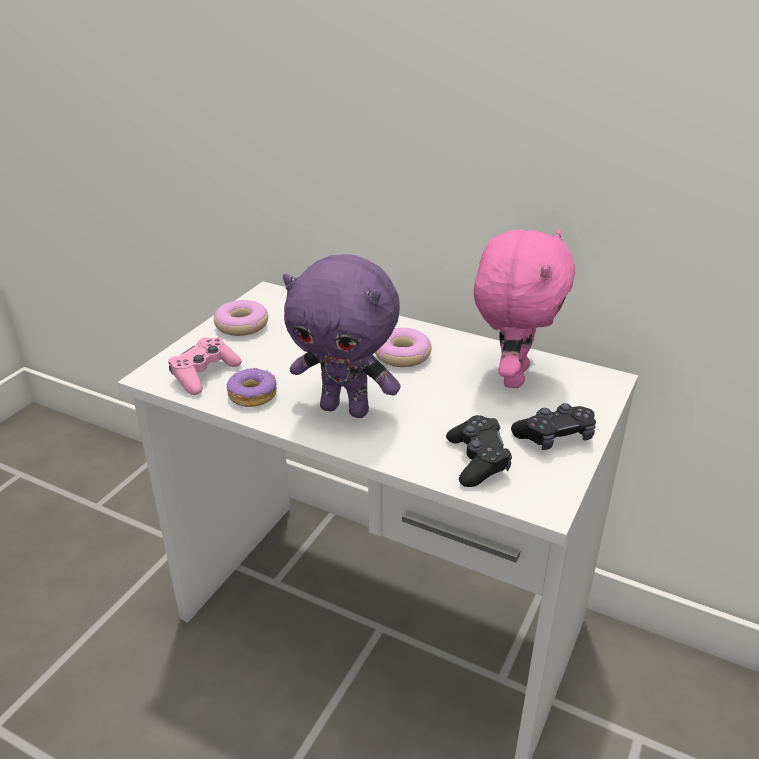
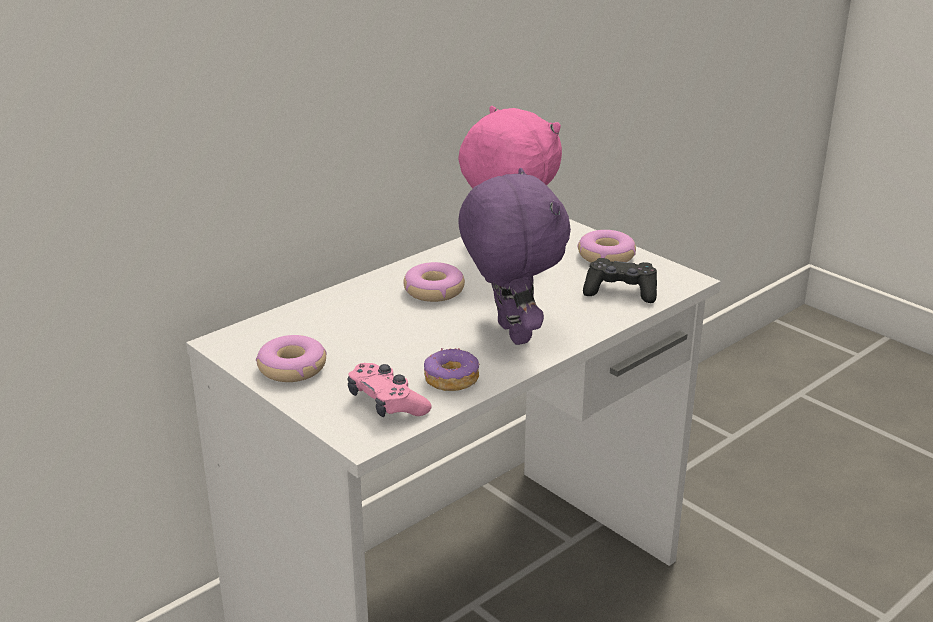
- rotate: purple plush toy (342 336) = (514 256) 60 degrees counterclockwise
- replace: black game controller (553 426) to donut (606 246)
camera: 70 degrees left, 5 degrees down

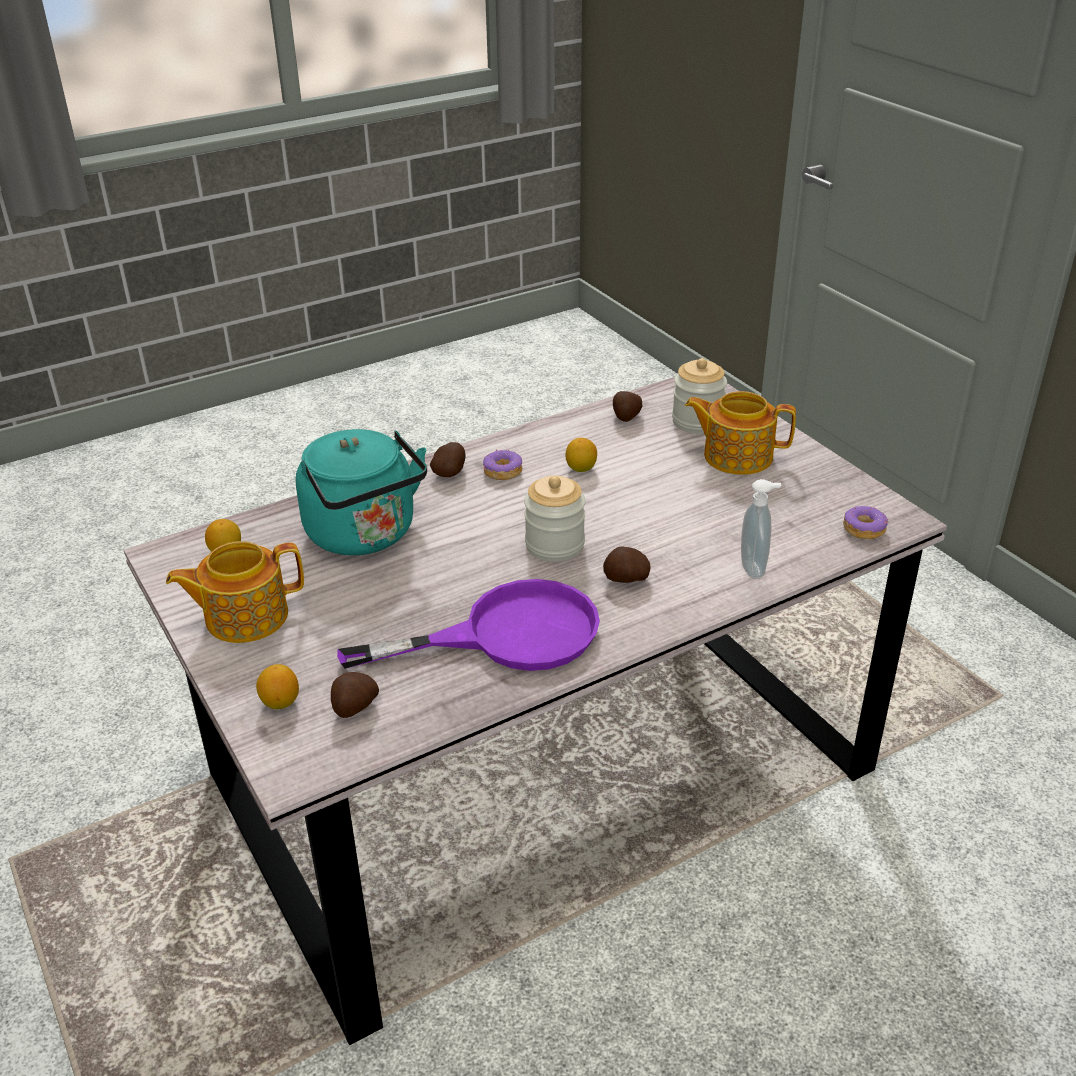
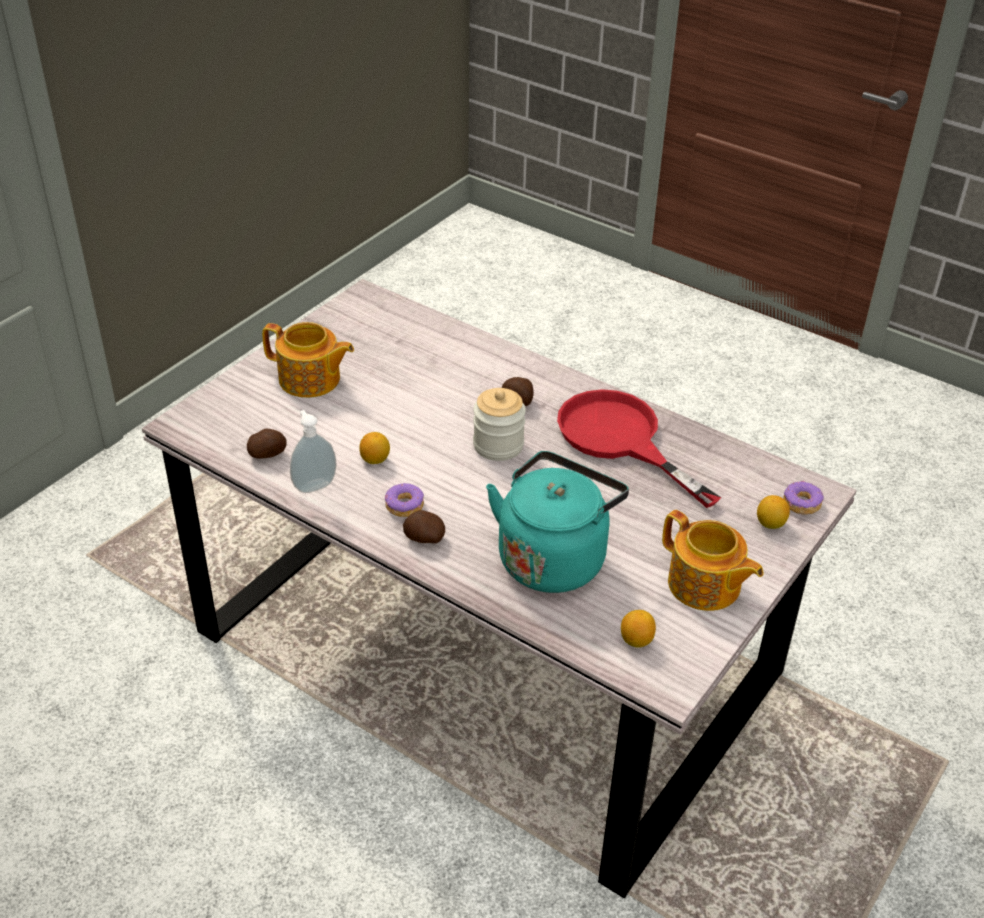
- delete: potato (355 695)
- recolor: purple frying pan (468 625) to red frying pan (639 448)
- delete: jar (699 396)
- rotate: teapot (740 433) = (308 360) 60 degrees counterclockwise
- move: soap dispenser (761 529) to (313 451)
- move: donut (865 522) to (803 498)
camera: 115 degrees left, 5 degrees up

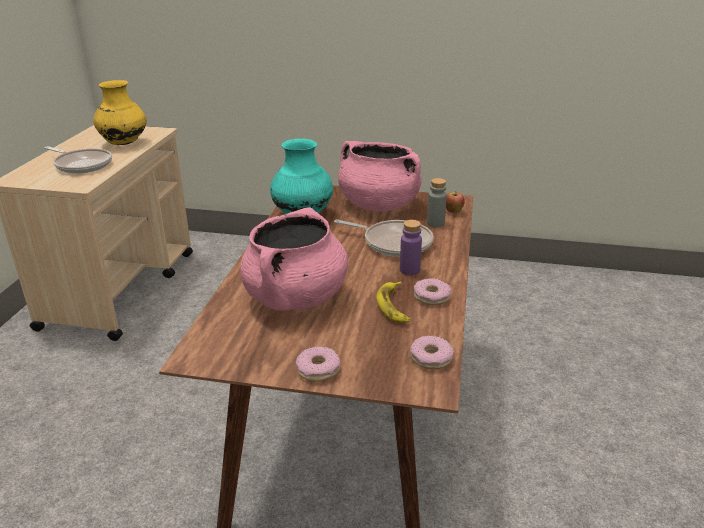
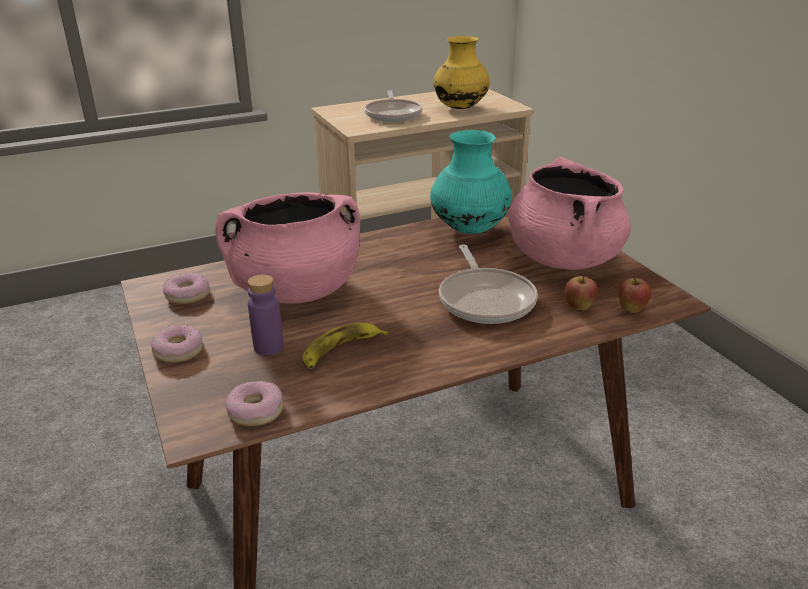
- move: purple bottle (411 247) to (266 314)
- move: donut (433 291) to (186 288)
- replace: grey bottle (437 202) to apple (581 293)
camera: 55 degrees right, 0 degrees up

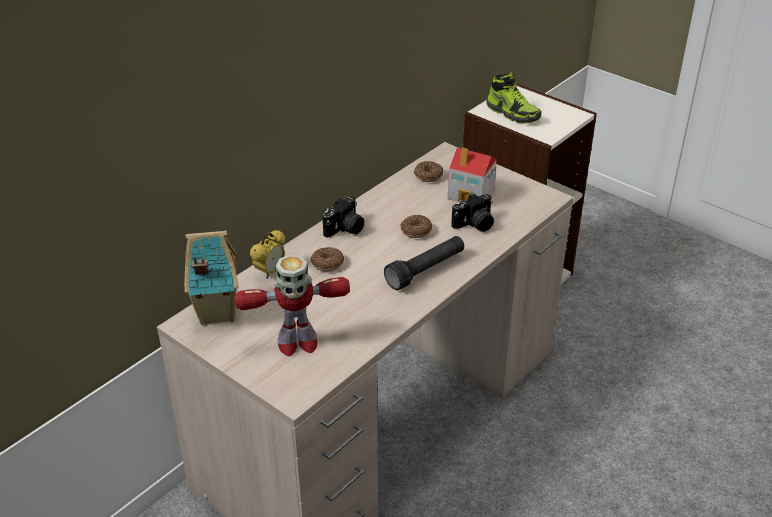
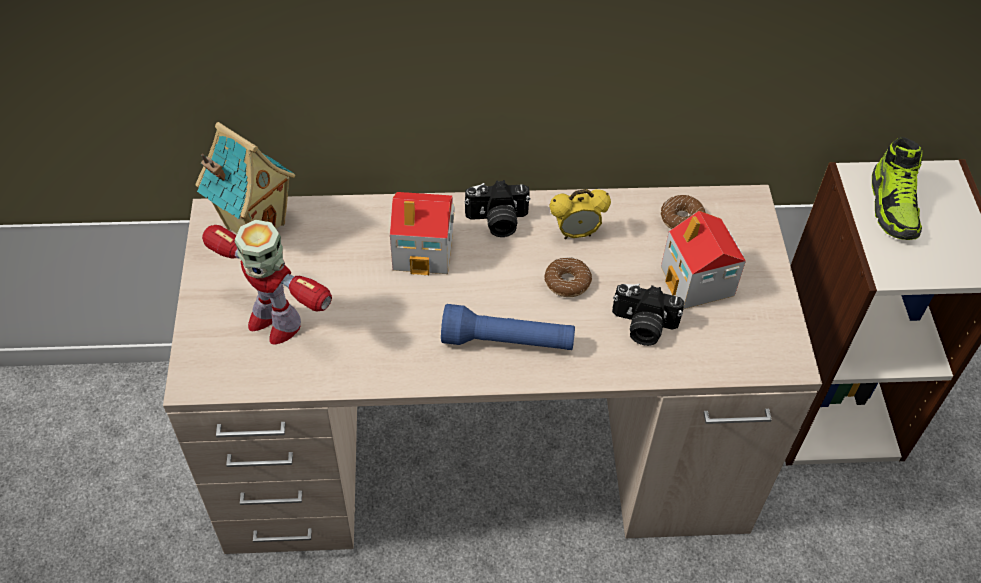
- move: alarm clock (268 254) to (580 214)
- replace: donut (327 259) to toy house (422 233)
- recolor: black flashlight (424 263) to blue flashlight (508 327)
camera: 45 degrees right, 15 degrees up

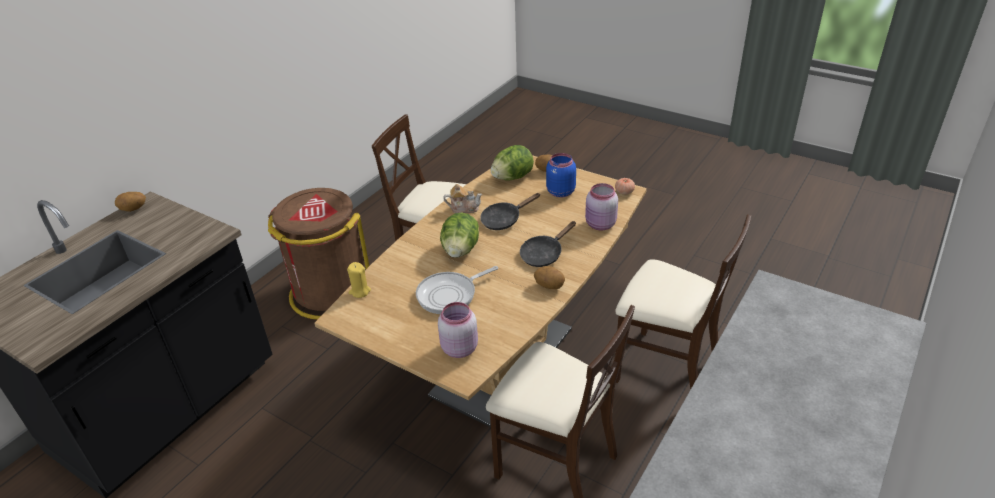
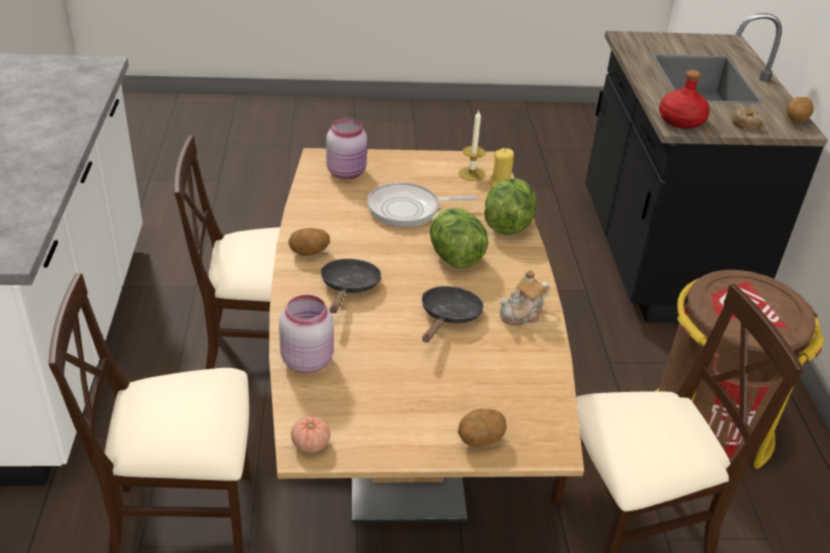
- rotate: frying pan (457 290) = (422 204) 120 degrees counterclockwise
- move: lettuce (512 163) to (510 206)
- delete: blue jar (561 175)
- insert: candle (472 145)
- insert: red bottle (684 99)
- insert: donut (747 118)
camera: 140 degrees right, 0 degrees up

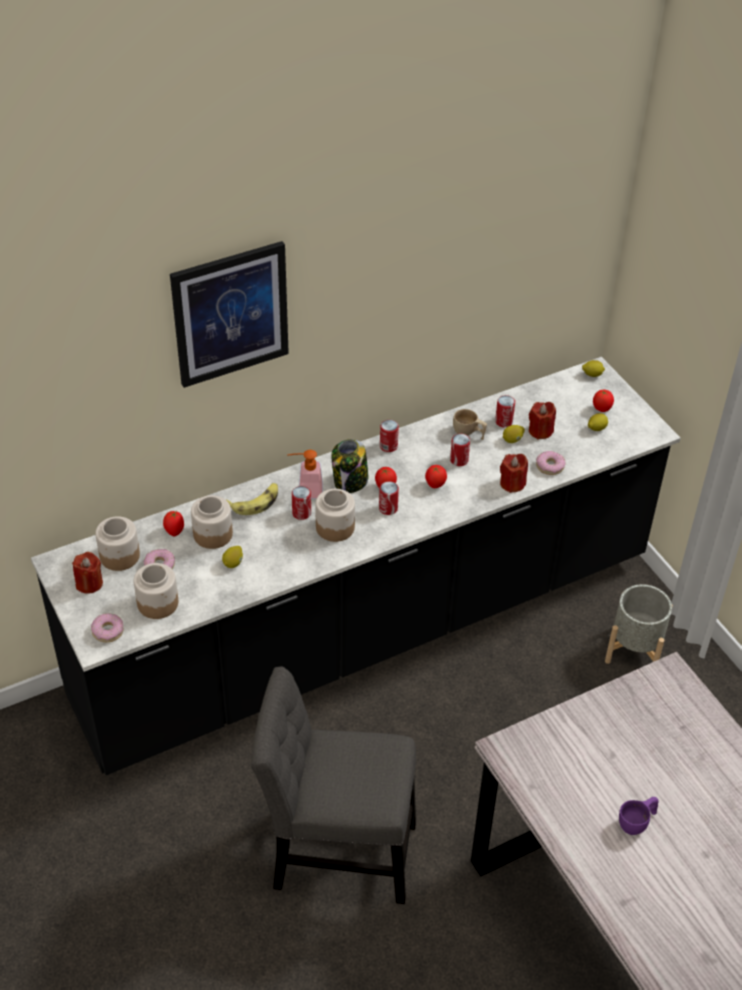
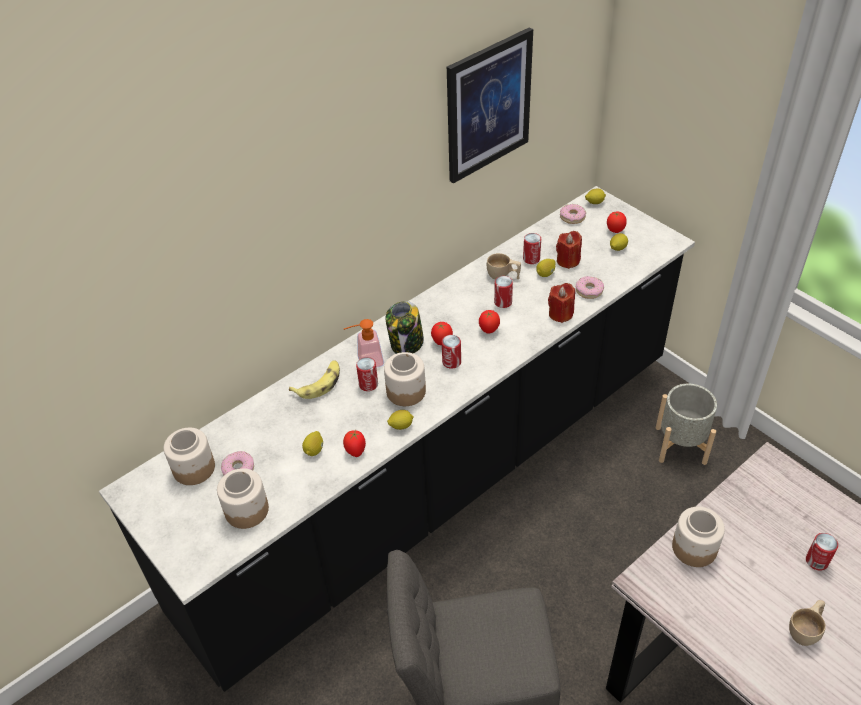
- delete: red candle (87 573)
- move: donut (107 627) to (573 214)
- move: tomato (173 523) to (354 443)
- move: picture (229 314) to (490 105)
- move: jar (212 522) to (698 537)
- move: can (389 436) to (822 551)
- recolor: purple cup (638 816) to beige cup (807 623)
- insert: lemon (400 420)
camera: 10 degrees left, 0 degrees up

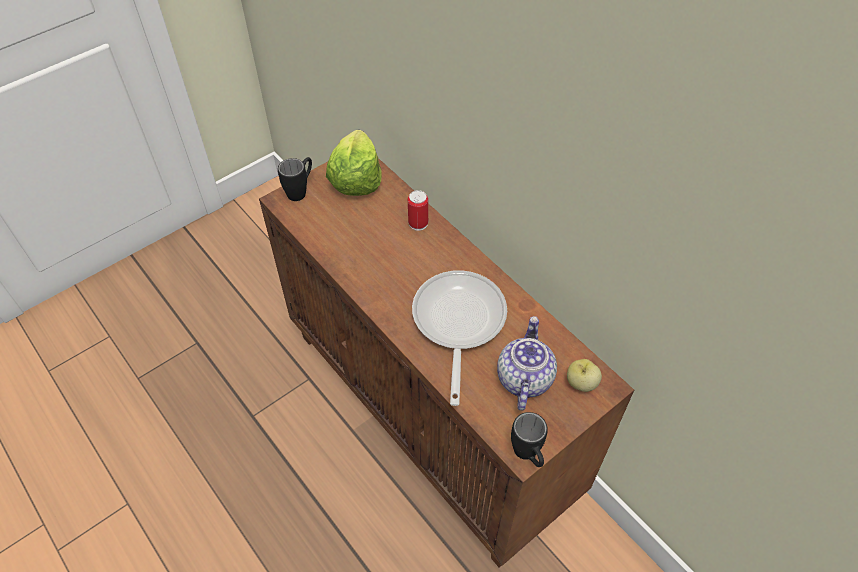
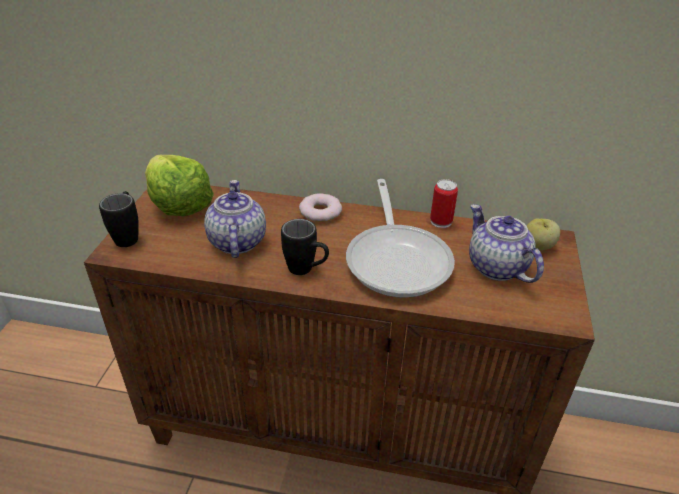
- move: can (418 210) to (444 203)
- rotate: frying pan (459 338) = (400 238) 150 degrees counterclockwise
- move: black mug (529 439) to (305 247)
- insert: teapot (235 219)
- insert: donut (320 207)
camera: 40 degrees left, 15 degrees down

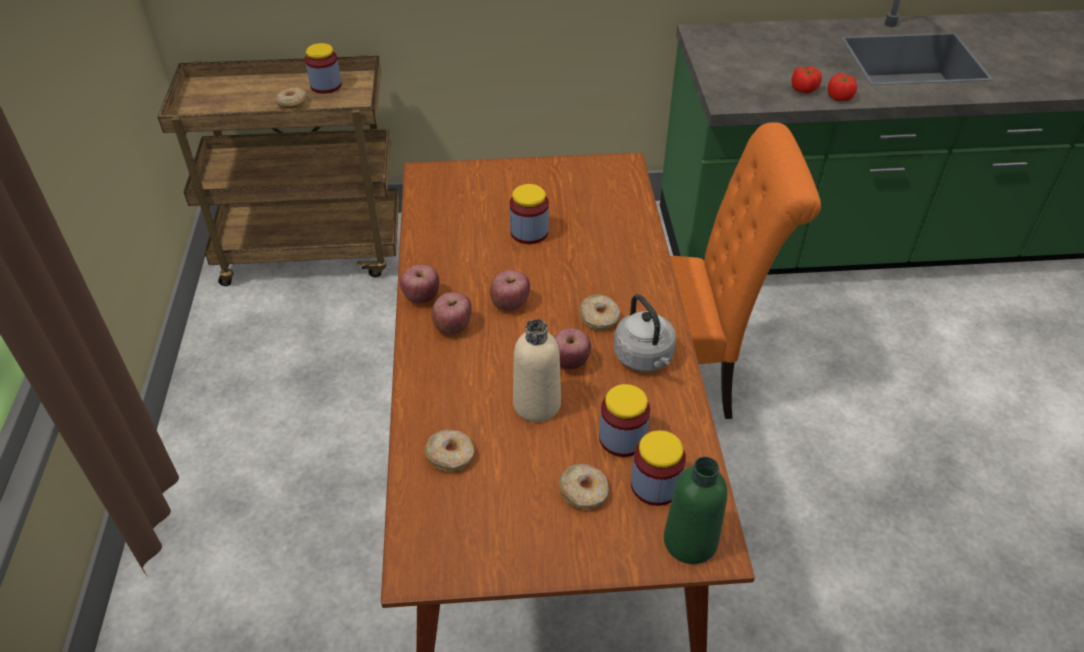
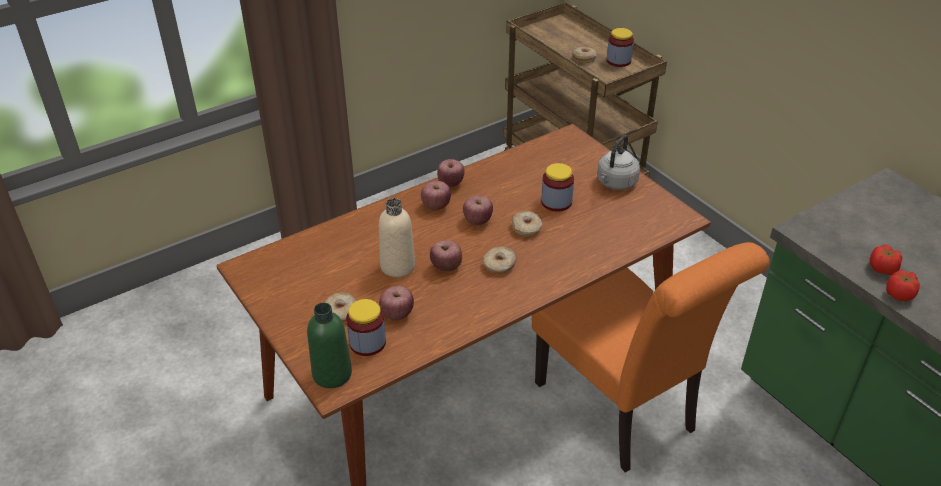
- move: donut (449 450) to (527 224)
- replace: jar (624 420) to apple (396 303)
- move: grey kettle (645 332) to (618 162)
camera: 60 degrees right, 5 degrees down

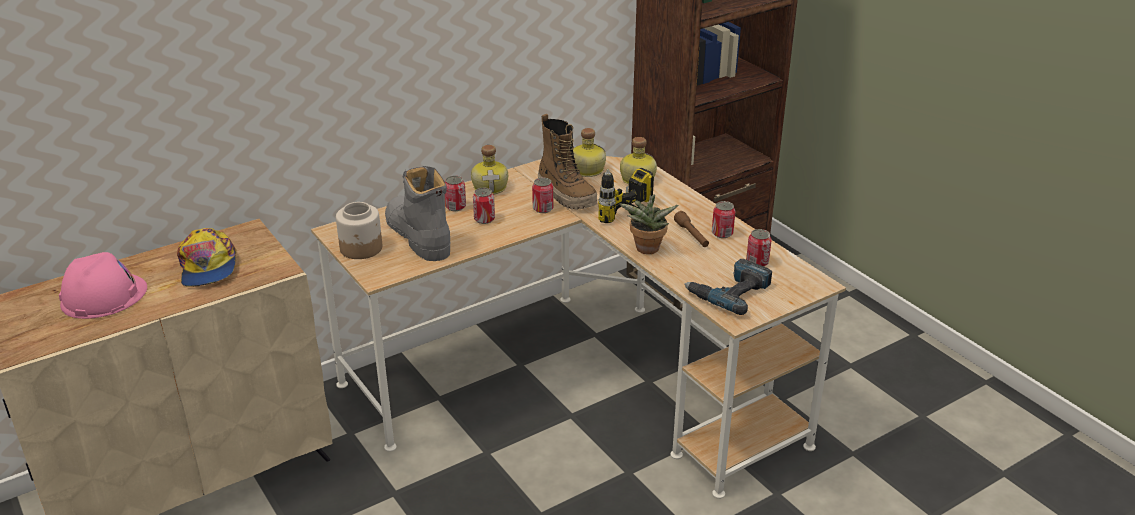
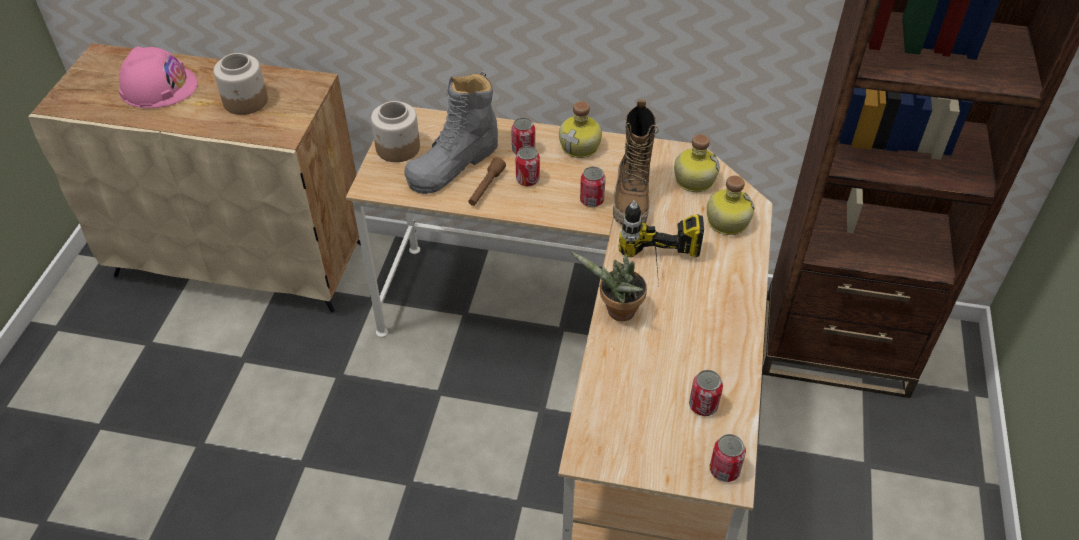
- replace: cap (206 257) to jar (241 84)
- rotate: grey boot (417 213) = (451 133) 150 degrees counterclockwise
- move: brown flashlight (691 229) to (487 181)
- delete: power drill (728 287)
- move: can (723 219) to (728 458)
camera: 45 degrees right, 15 degrees up

